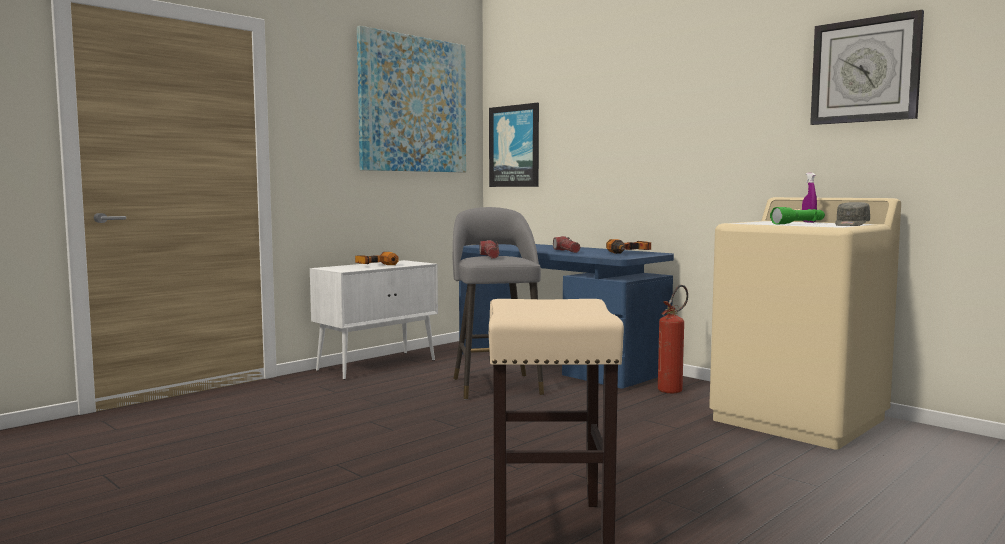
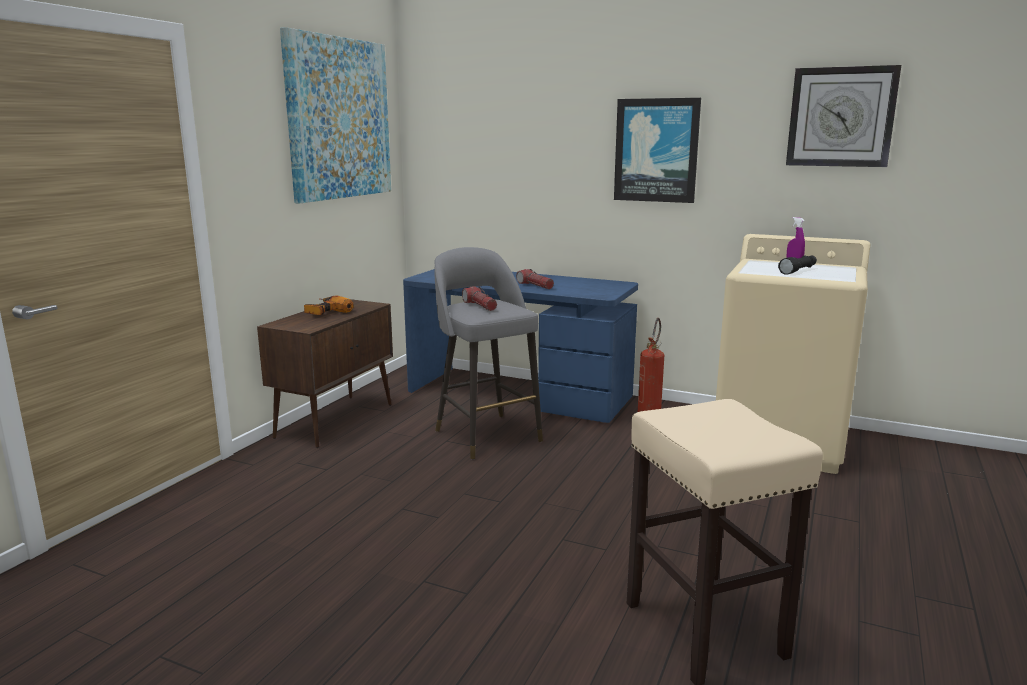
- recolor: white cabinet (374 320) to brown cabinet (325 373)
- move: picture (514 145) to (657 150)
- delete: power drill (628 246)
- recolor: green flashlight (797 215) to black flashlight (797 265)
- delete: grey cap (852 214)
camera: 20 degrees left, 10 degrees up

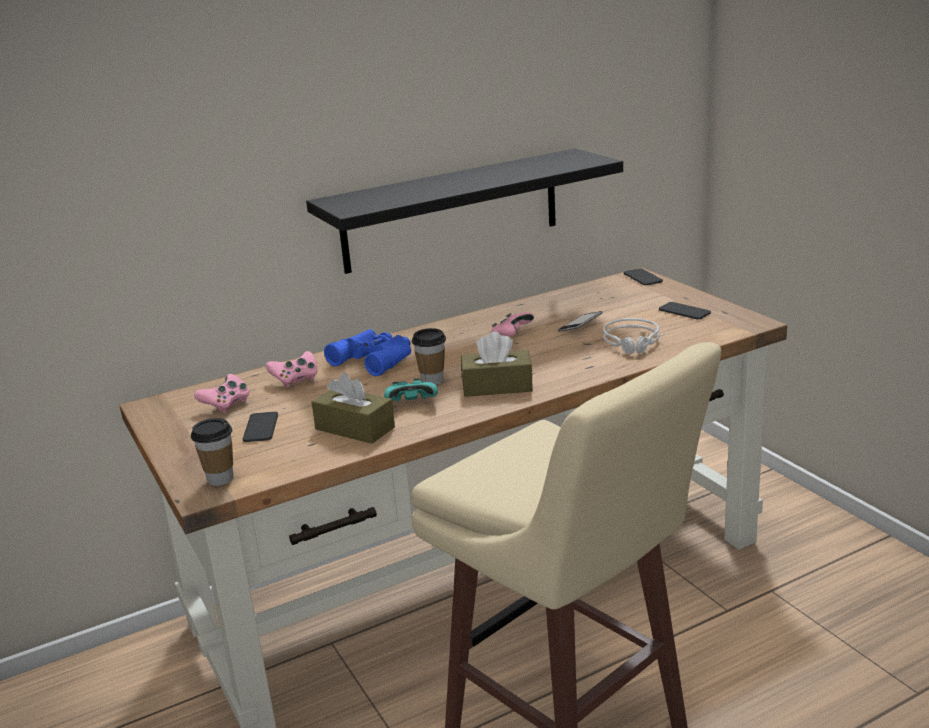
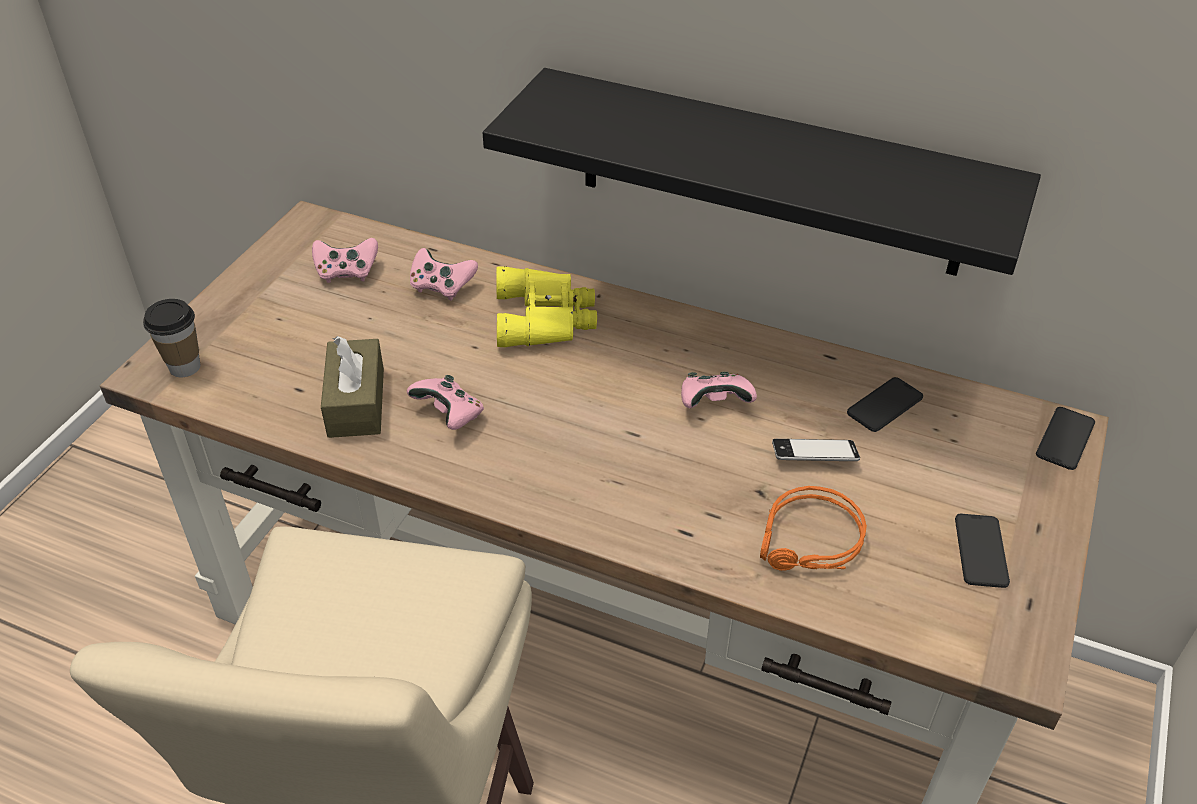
- move: phone (260 427) to (885 404)
- recolor: blue binoculars (367 352) to yellow binoculars (546 306)
- recolor: turquoise game controller (411 389) to pink game controller (445 402)
- delete: cup (429 356)
- delete: brown tissue box (497 364)
- recolor: grey headphones (633 336) to orange headphones (813 528)
camera: 50 degrees right, 20 degrees up

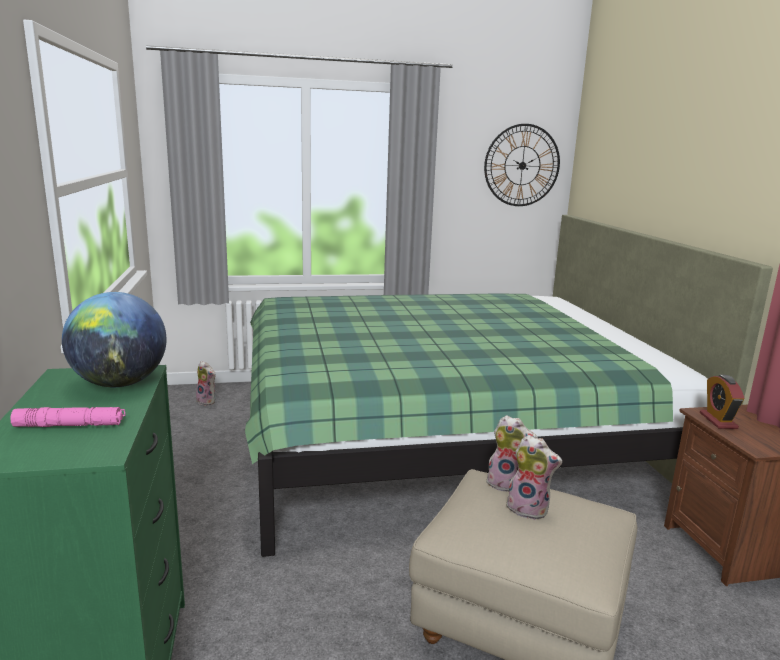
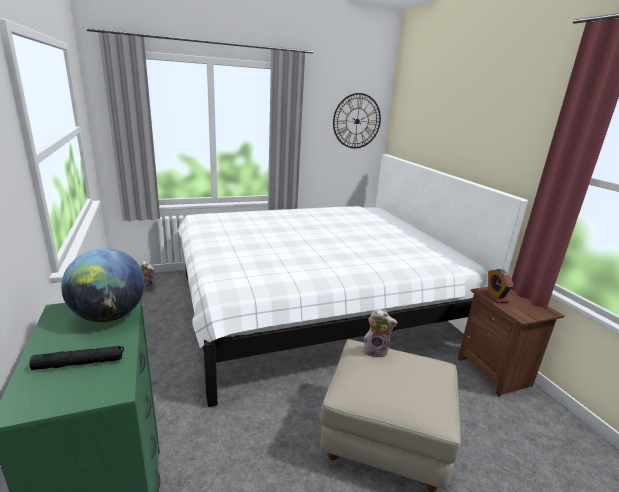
- recolor: pink flashlight (67 417) to black flashlight (76 358)
- recolor: green bed (509 386) to white bed (352 280)
- delete: plush toy (534 477)
camera: 10 degrees left, 5 degrees up

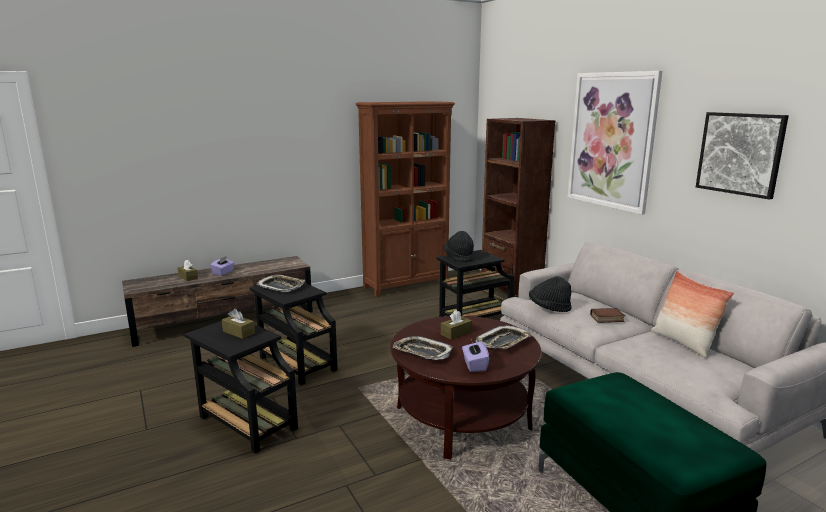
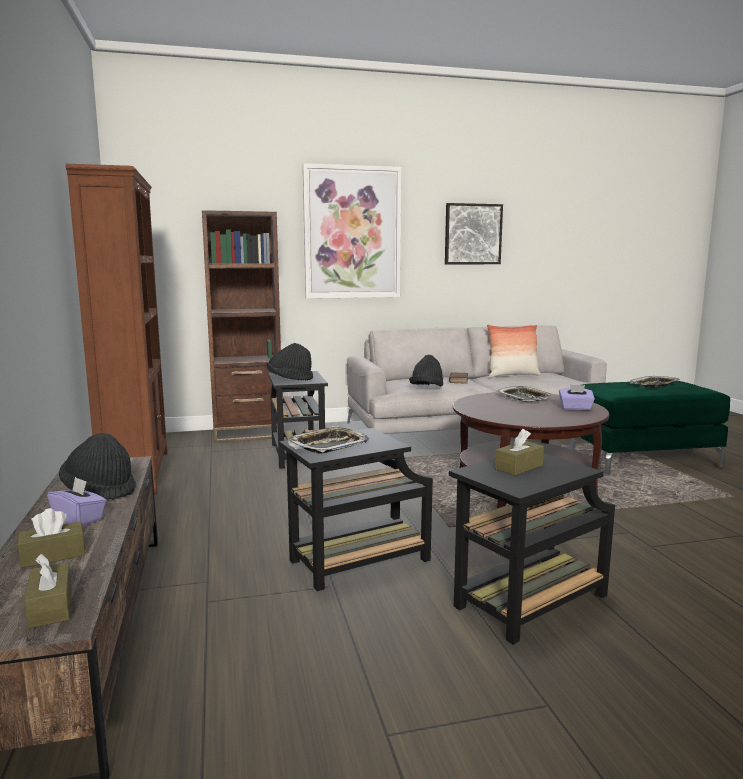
- move: tray (423 348) to (655 382)
- move: brown tissue box (456 324) to (48 591)
- insert: black hat (97 466)
camera: 75 degrees left, 5 degrees down

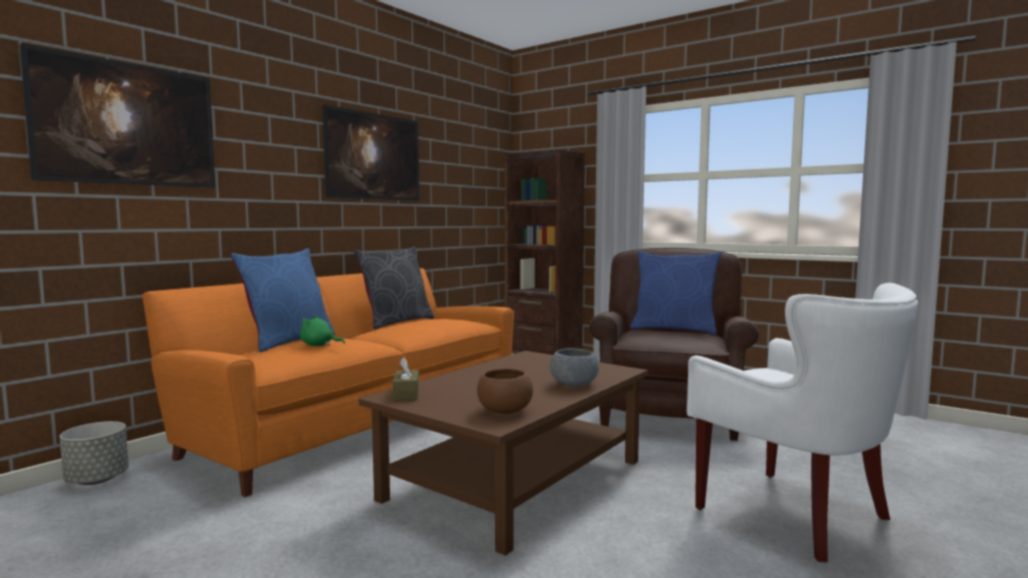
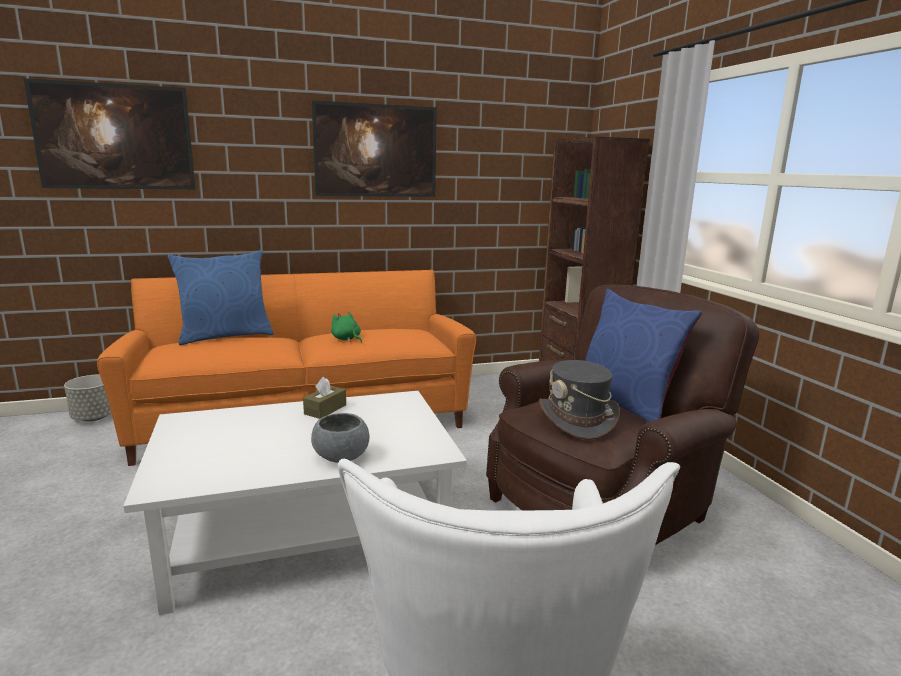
- move: green plush toy (322 330) to (346 327)
- delete: grey pillow (394 287)
- recolor: brown coffee table (503 453) to white coffee table (295 503)
- move: brown tissue box (406 379) to (324 398)
- delete: brown bowl (505 391)
- insert: grey hat (579 400)
camera: 35 degrees right, 10 degrees up

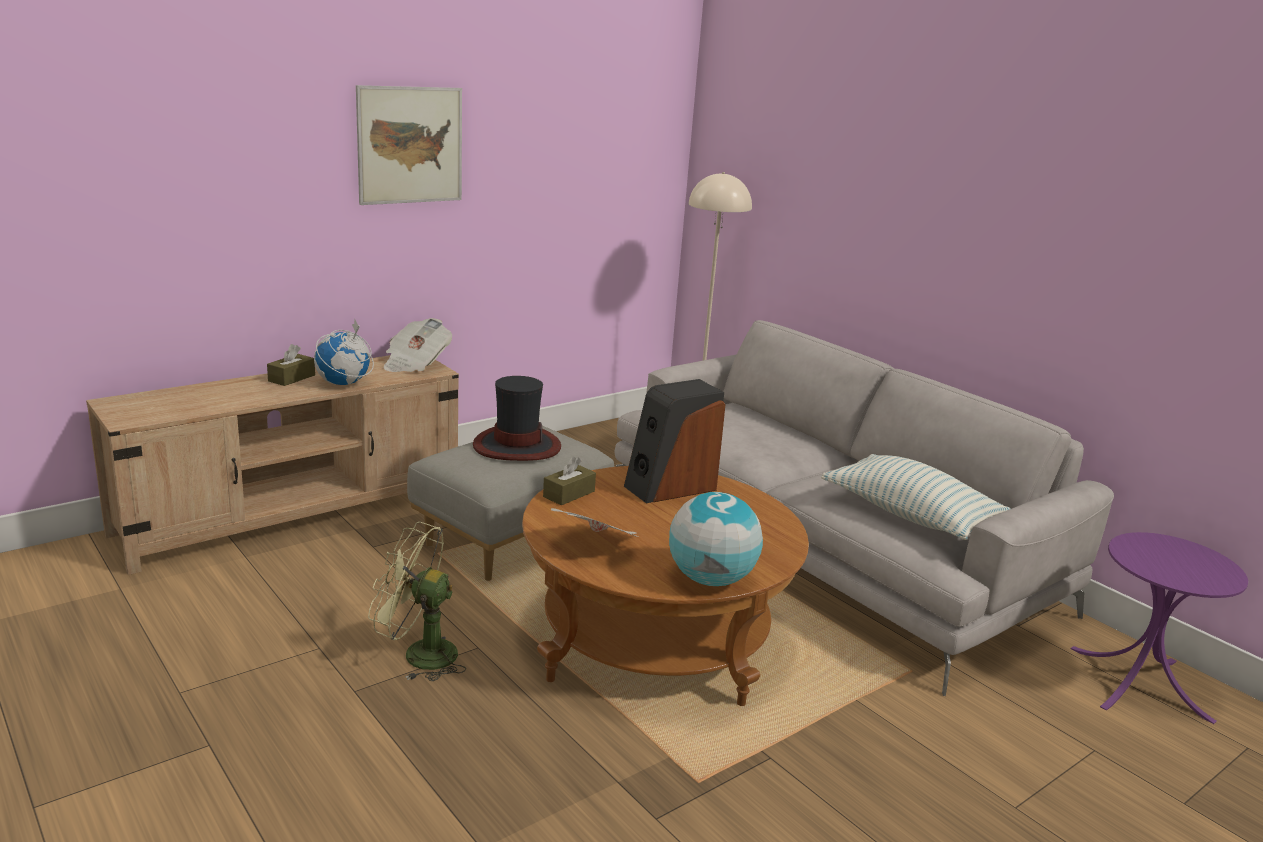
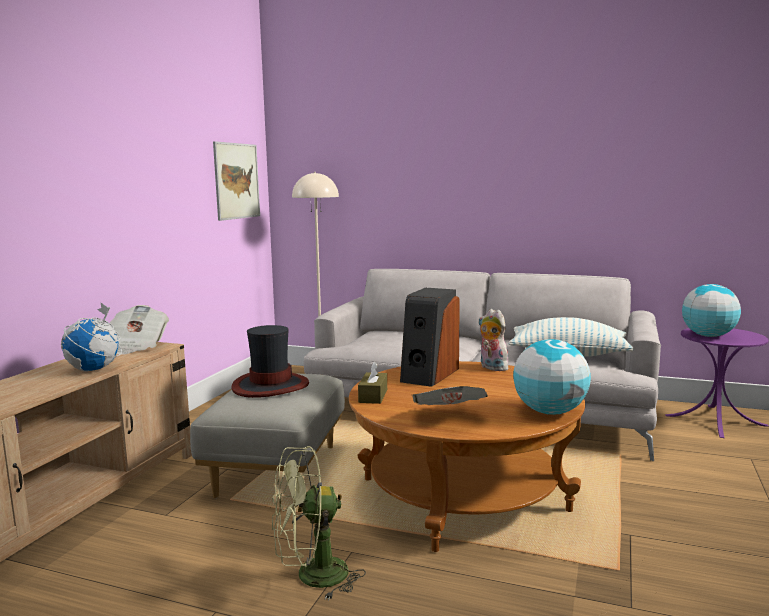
- delete: brown tissue box (291 365)
- move: picture (409 145) to (236 181)
- insert: plush toy (494 340)
- insert: globe (711 310)
camera: 30 degrees left, 10 degrees down

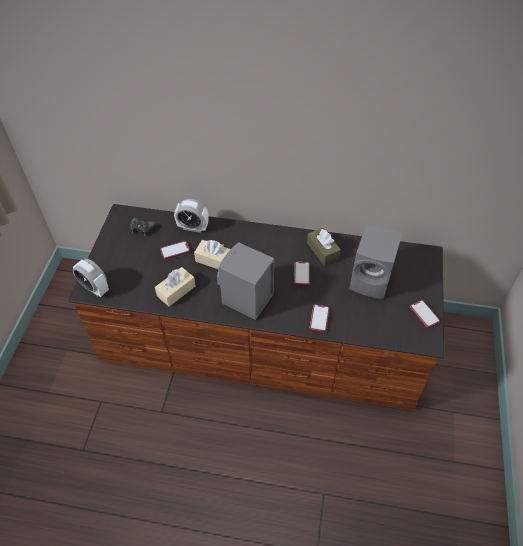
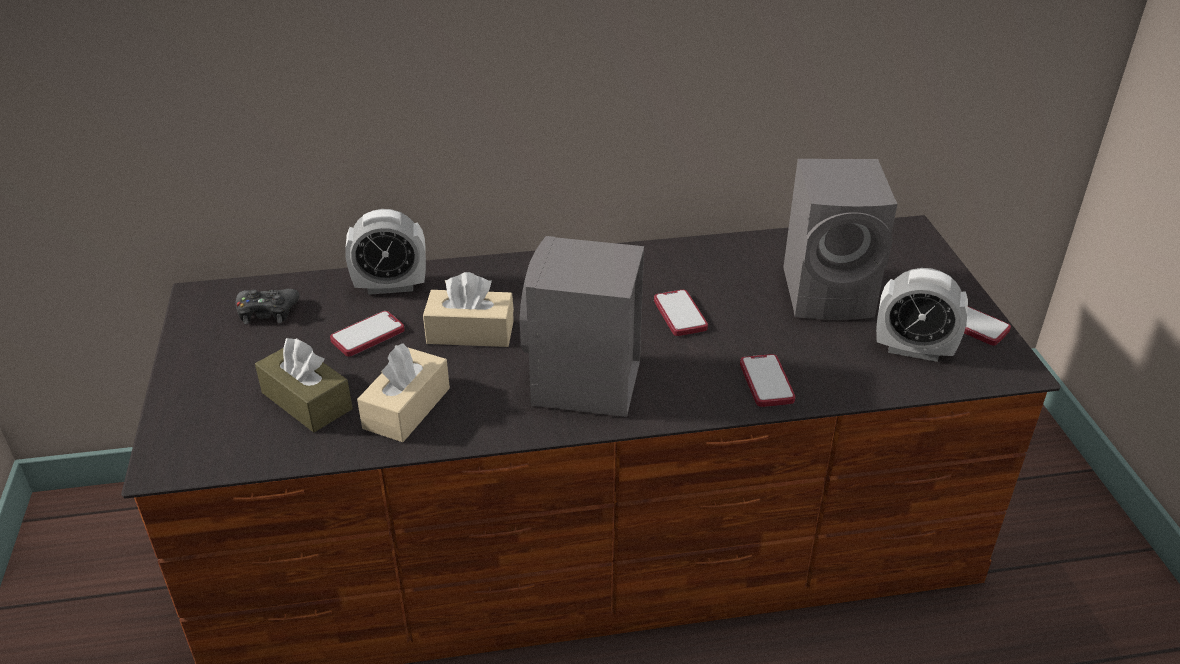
- move: alarm clock (91 278) to (922 315)
- move: brown tissue box (324 247) to (304 385)
camera: 20 degrees left, 15 degrees down

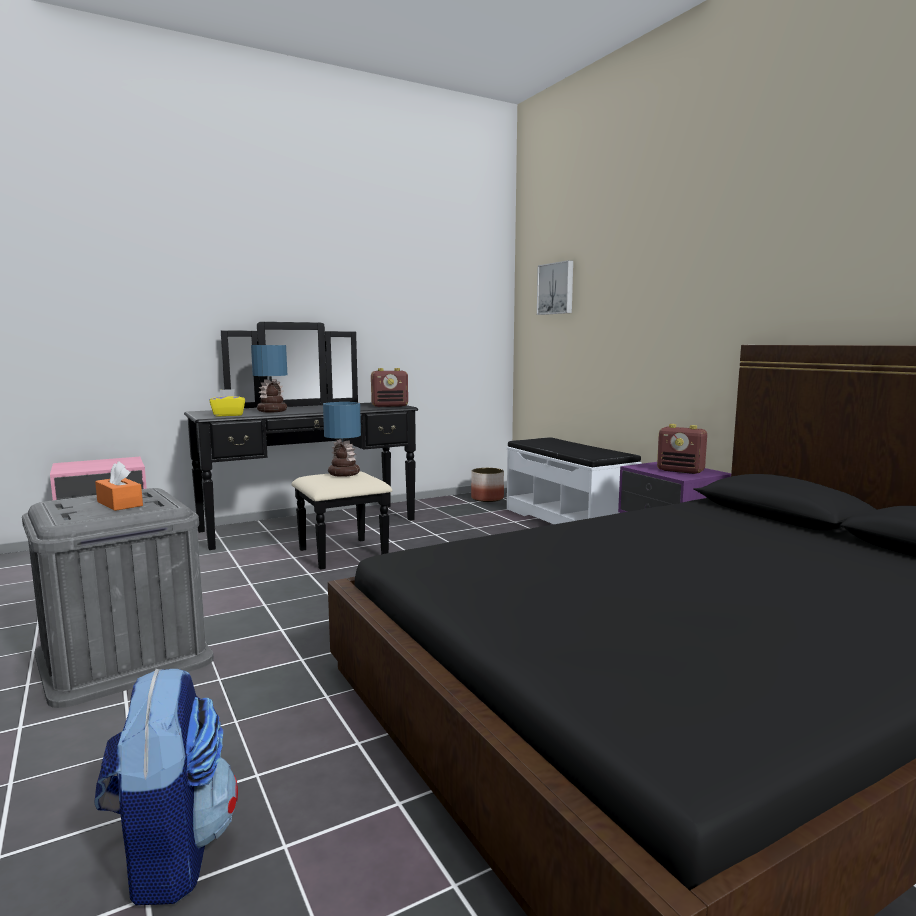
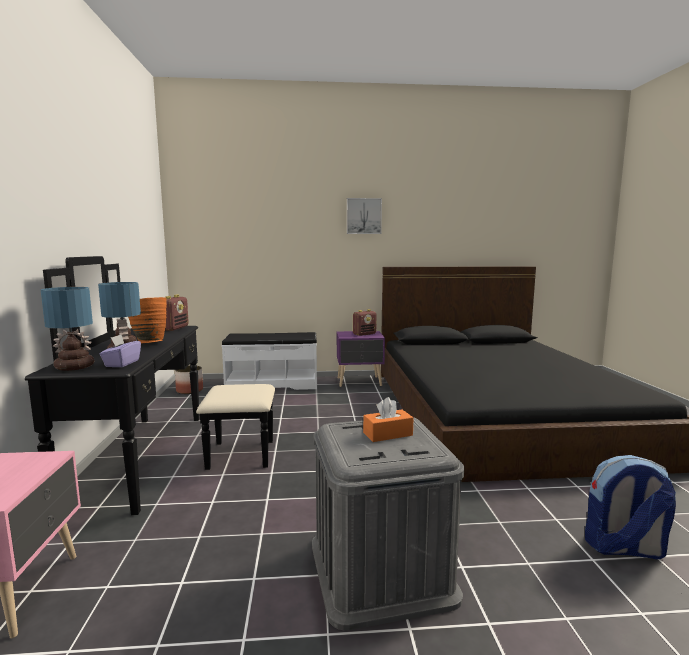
- recolor: yellow tissue box (227 402) to purple tissue box (120 351)
- move: table lamp (342 439) to (67 329)
- move: picture (555 287) to (364 216)
- insert: orange vase (147 320)
camera: 65 degrees left, 0 degrees up

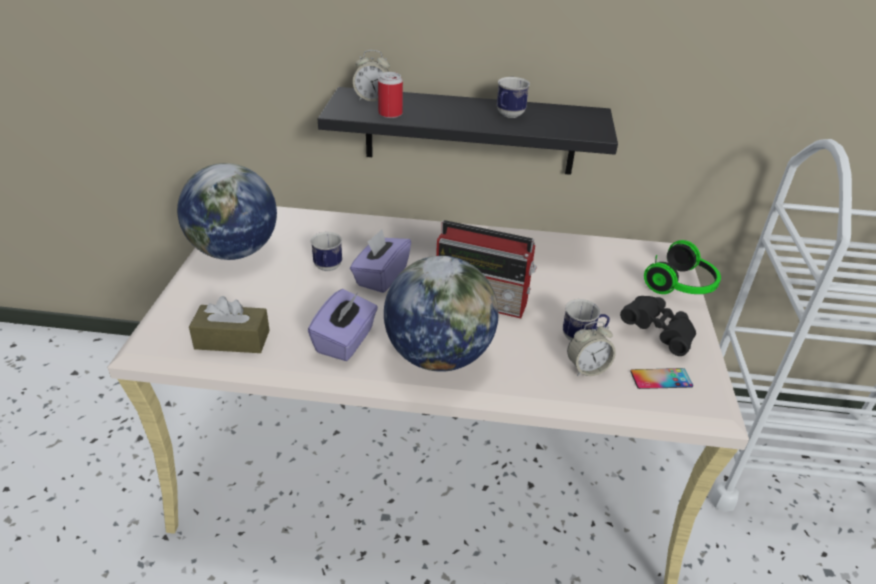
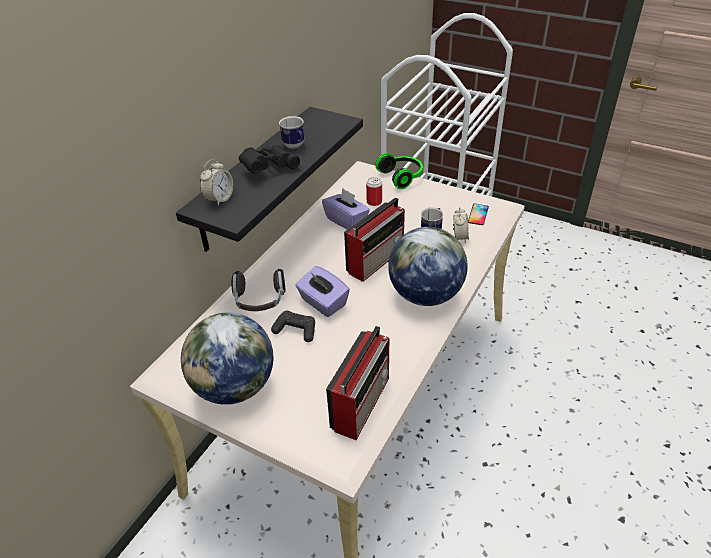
- replace: brown tissue box (229 324) to radio (357 383)
- move: purple tissue box (343 325) to (346 209)
- replace: mug (326 251) to black game controller (293 326)
- move: can (390 95) to (374 191)
- move: black binoculars (658 326) to (269 159)
- insert: headphones (258 290)
camera: 65 degrees left, 5 degrees up

